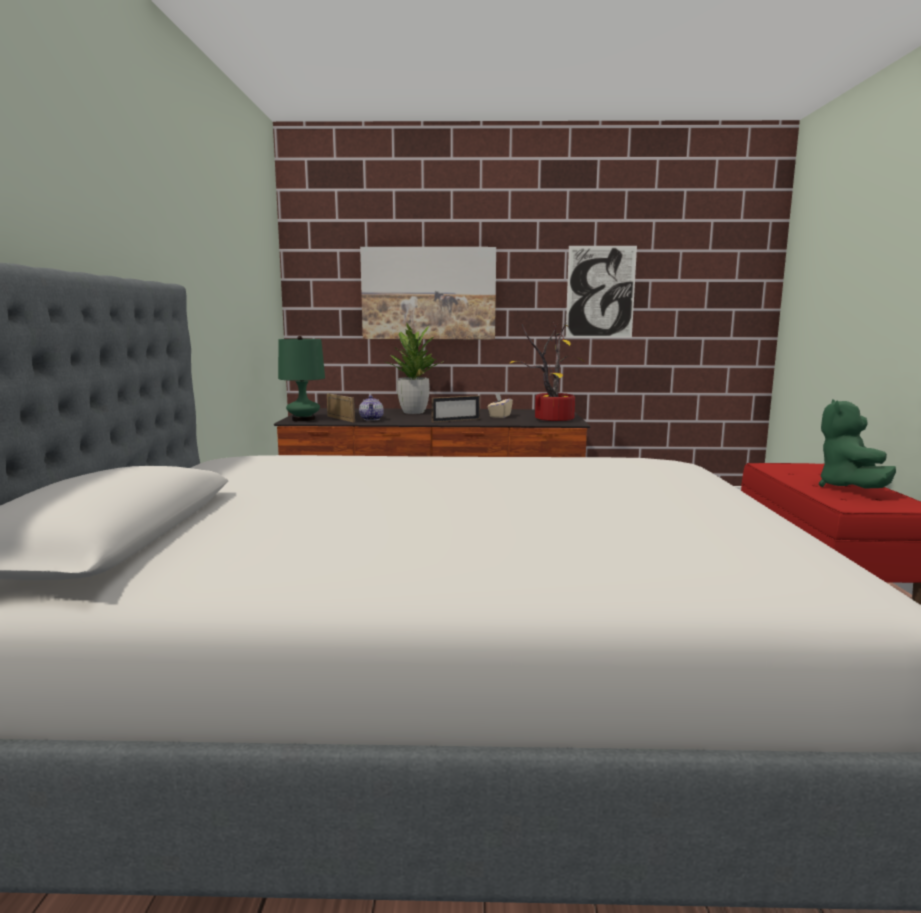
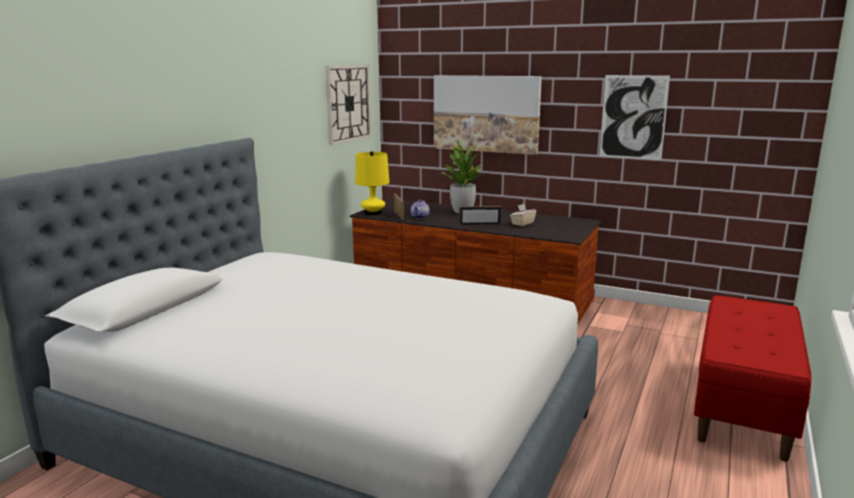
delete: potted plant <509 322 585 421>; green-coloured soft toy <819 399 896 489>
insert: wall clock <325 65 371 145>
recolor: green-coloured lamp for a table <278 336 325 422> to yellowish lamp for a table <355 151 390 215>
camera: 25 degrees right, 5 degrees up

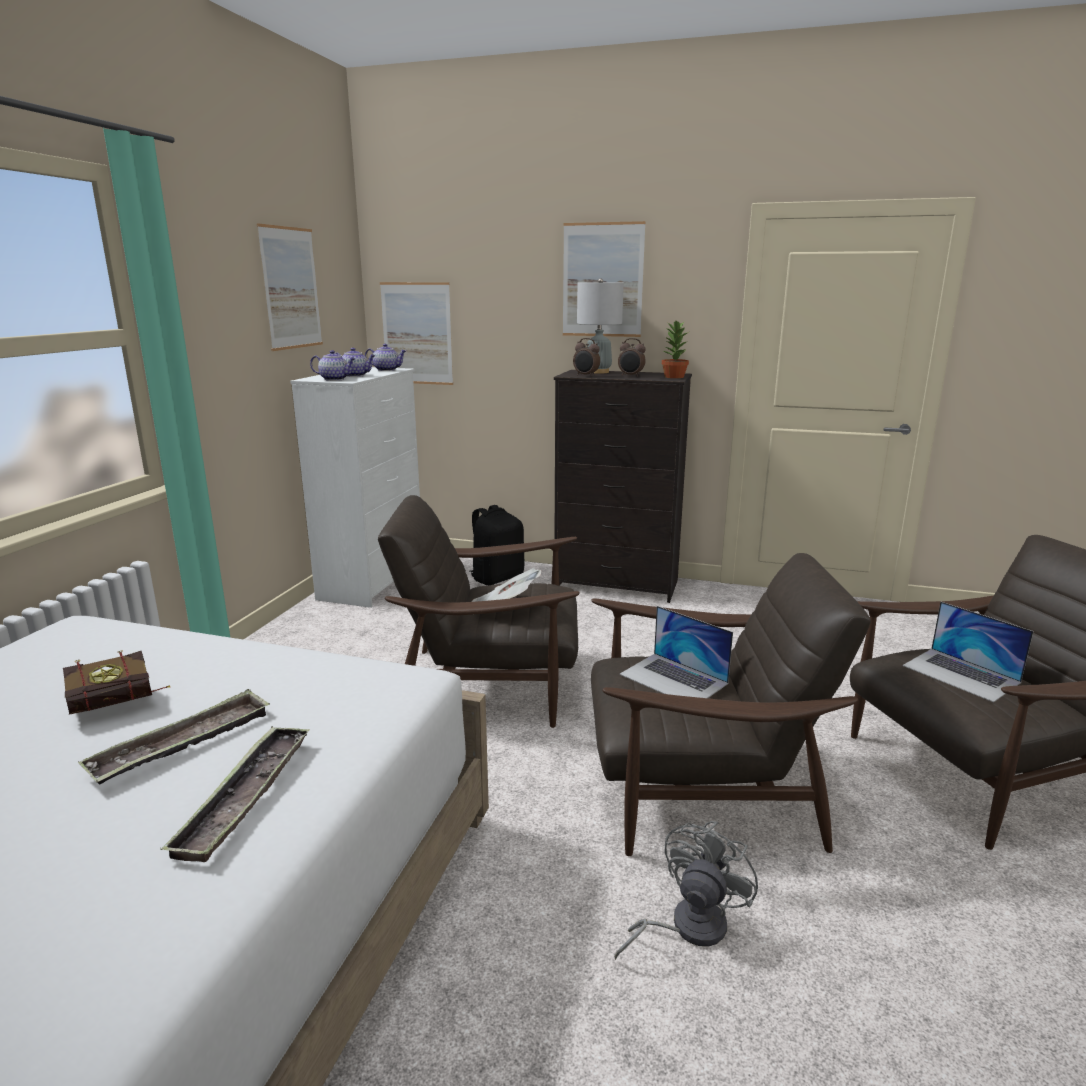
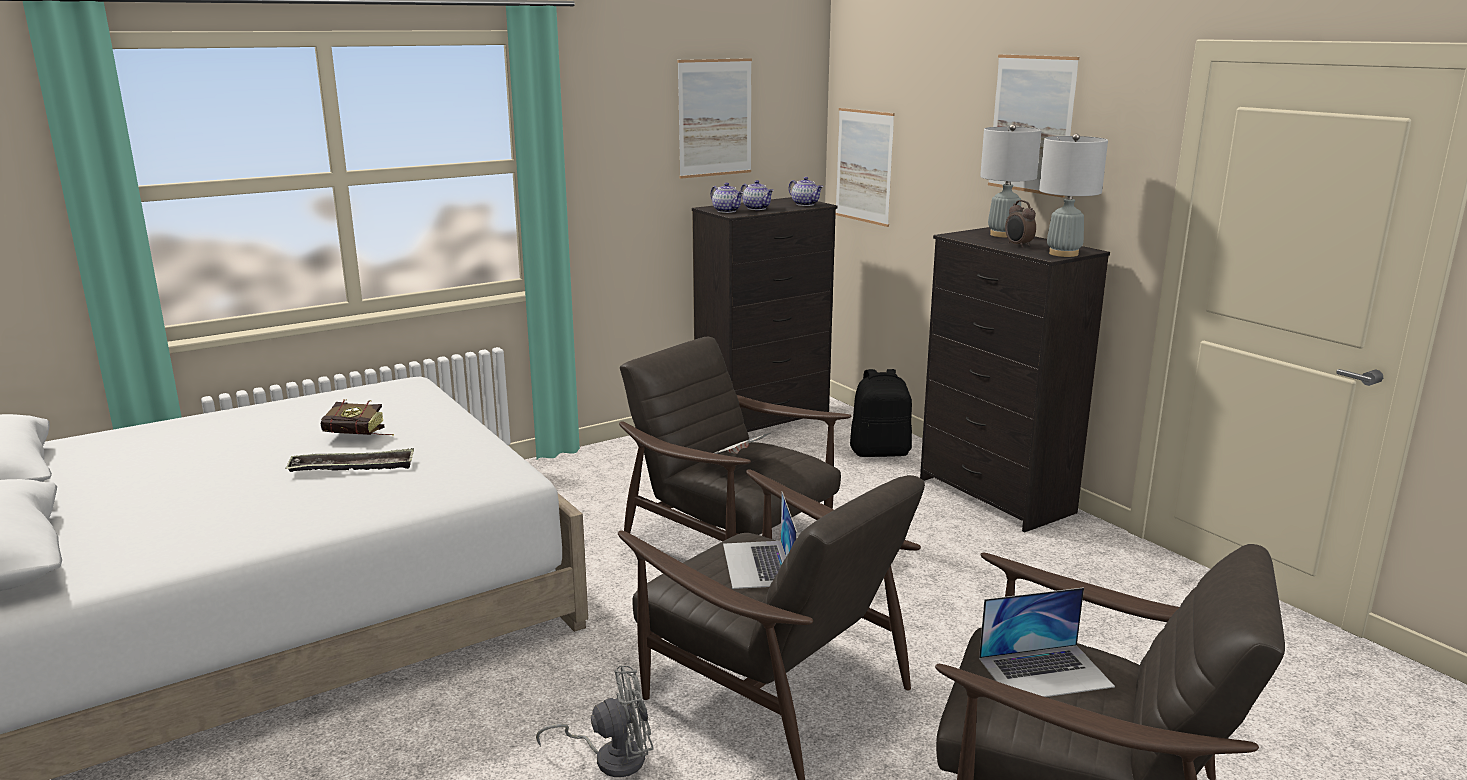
delete: carrying tray <161 726 310 862>; bedside clock <573 338 600 377>
replace: potted plant <662 321 689 378> to grey lamp for a table <1039 134 1108 257>
recolor: white-coloured drawer chest <290 367 420 608> to black-coloured drawer chest <692 197 838 432>
rotate: portable computer <903 602 1033 702> = <979 587 1115 697> 105 degrees counterclockwise
camera: 40 degrees right, 0 degrees up

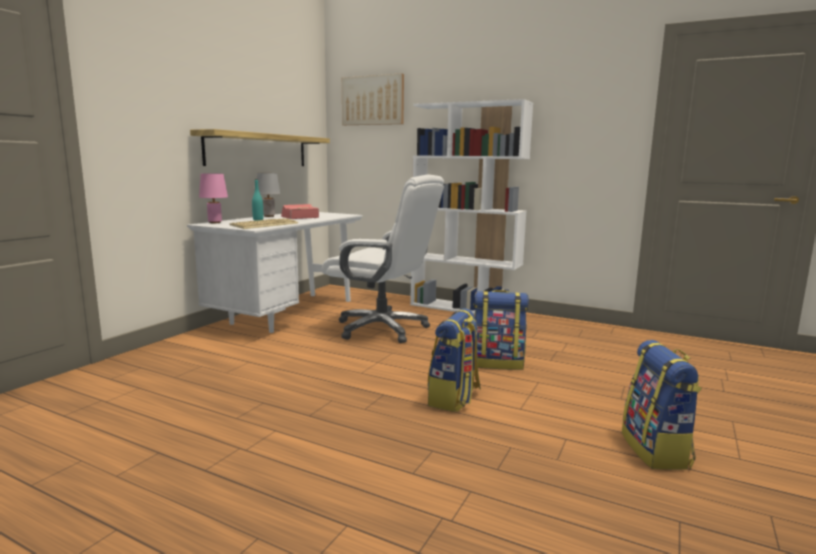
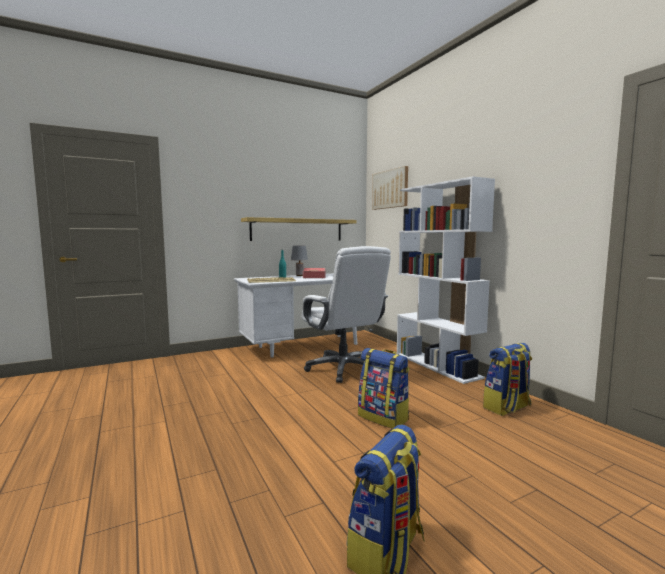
delete: pink-coloured lamp for a table <199 174 228 223>
move: knapsack <428 308 481 412> to <483 343 532 416>
camera: 35 degrees right, 5 degrees down

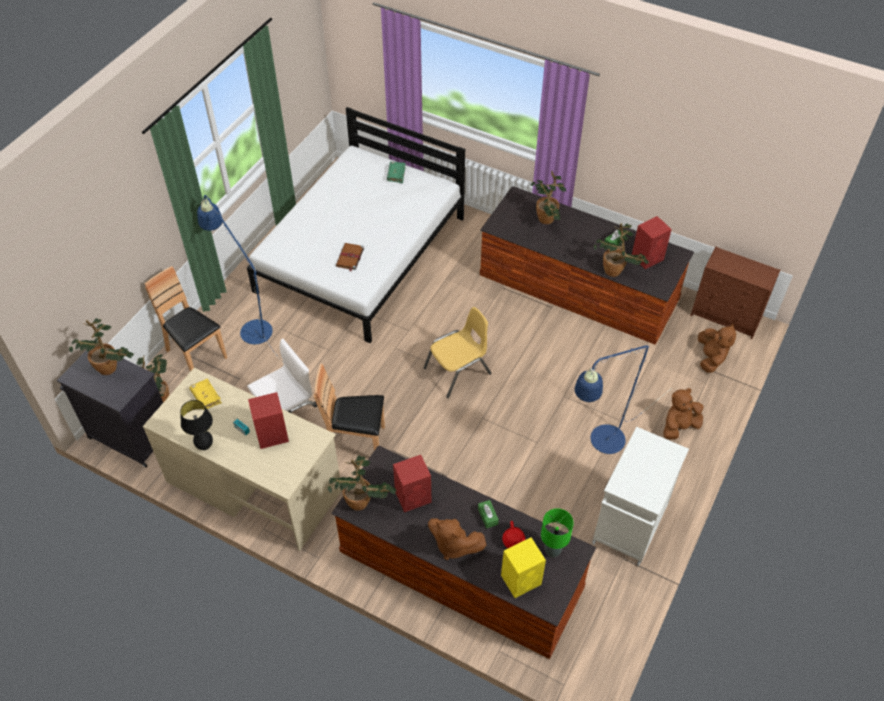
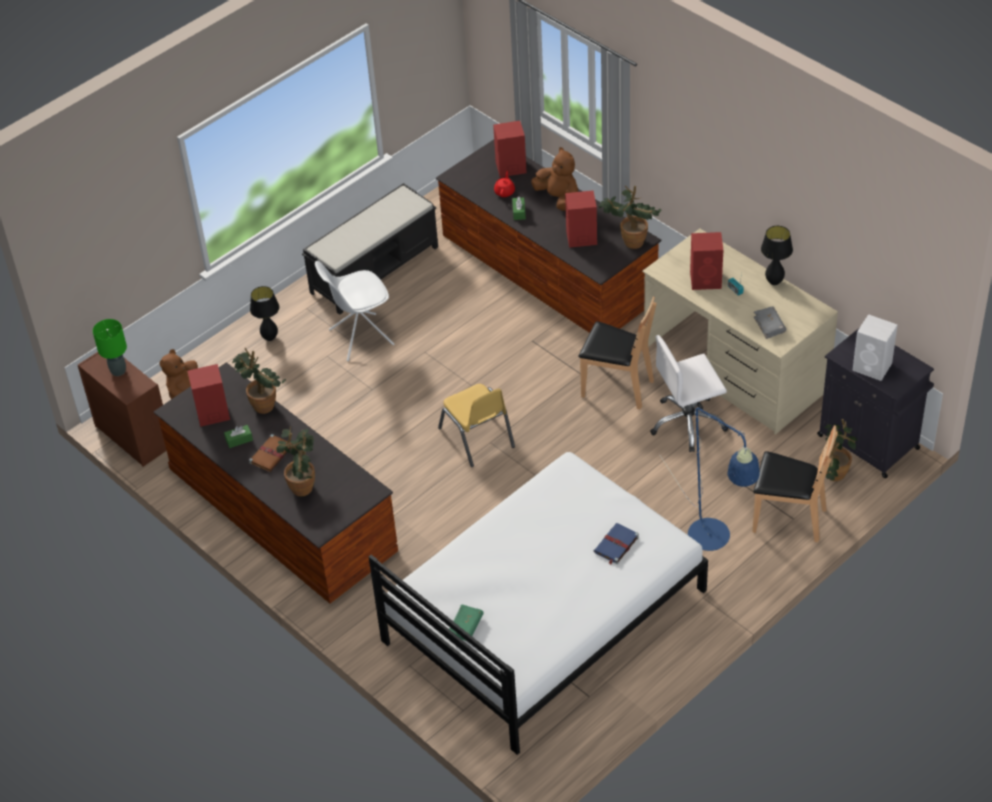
insert: blue volume <594 523 639 565>
move: brownish volume <336 243 364 271> to <249 434 293 472>; green-coloured lamp for a table <541 508 574 558> to <93 319 127 376>
replace: potted plant <69 318 134 375> to white-coloured speaker <852 314 898 381>; blue floor lamp <575 345 672 454> to white-coloured plain chair <315 261 394 361>; white-coloured storage cabinet <592 427 689 566> to black-coloured indoor bench <302 183 438 315>; brownish soft toy <663 388 704 440> to black-coloured lamp for a table <250 286 279 341>
recolor: yellowish volume <190 379 222 409> to grey volume <754 306 786 339>; yellowish speaker <501 538 546 598> to red speaker <493 121 527 177>
rotate: brownish plain chair <144 266 227 372> = <752 425 838 542> 45 degrees counterclockwise; yellowish plain chair <424 307 492 398> = <438 384 515 467> 105 degrees counterclockwise
camera: 160 degrees left, 5 degrees down

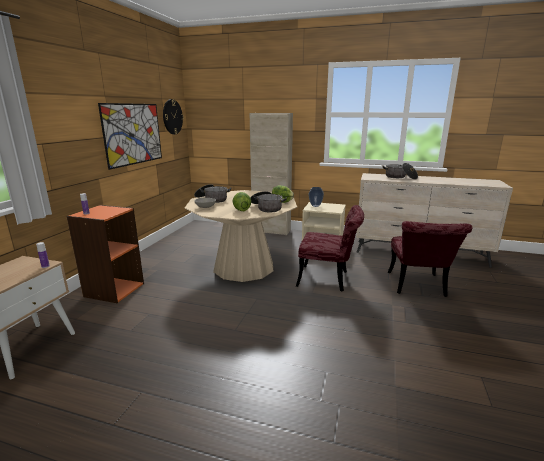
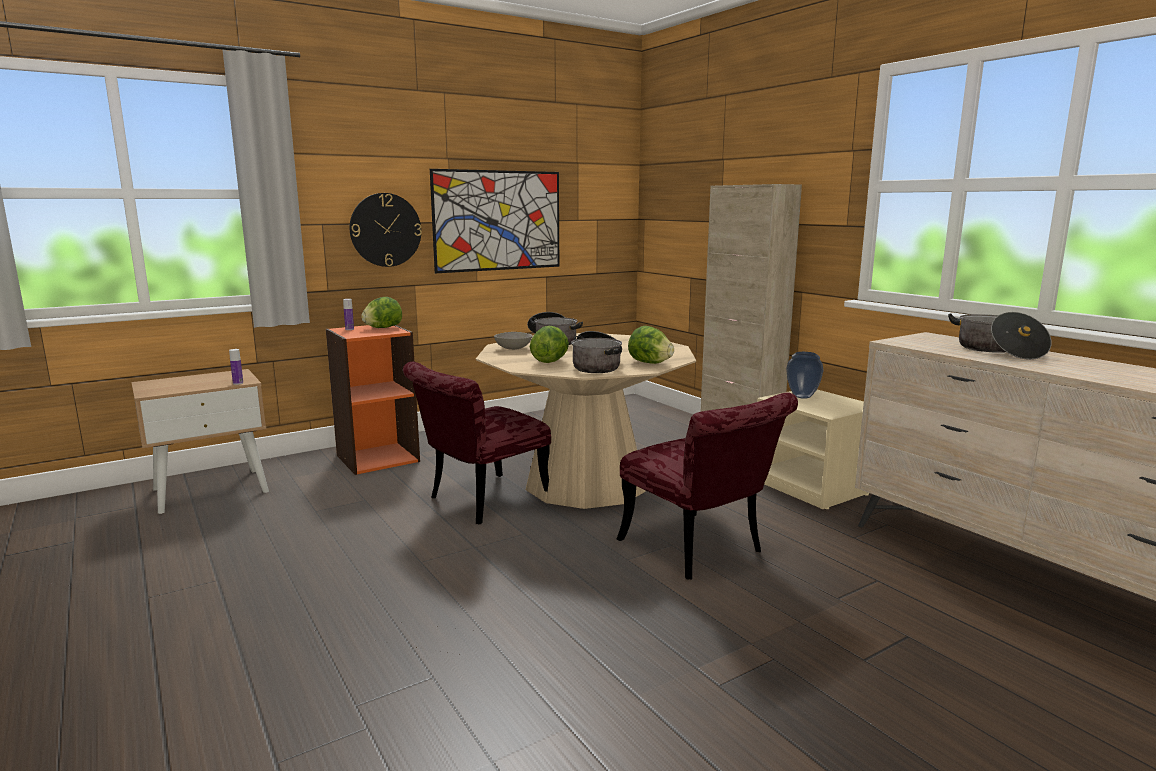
insert: lettuce <361 297 402 328>
move: wall clock <163 99 184 134> to <350 193 422 267>; red plain chair <388 221 473 297> to <403 362 551 524>
camera: 40 degrees right, 5 degrees down

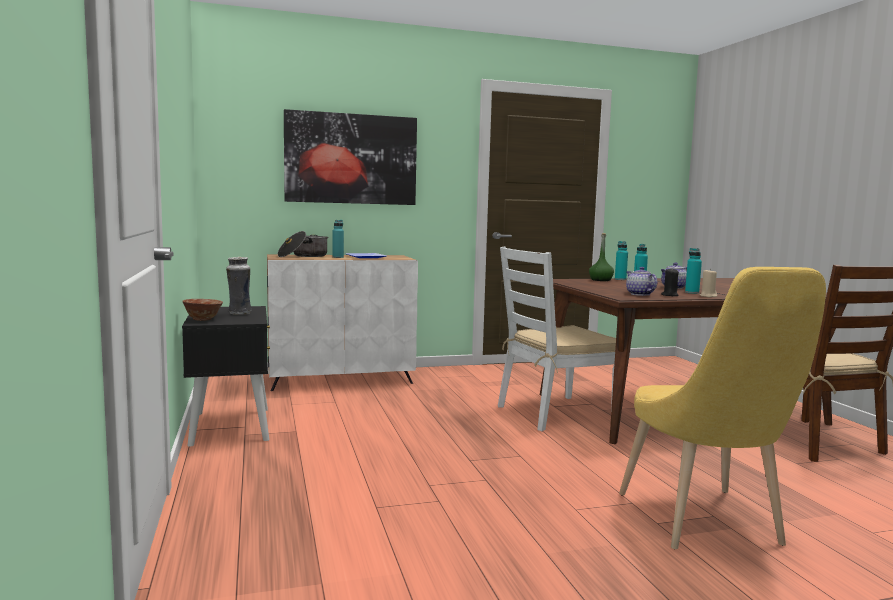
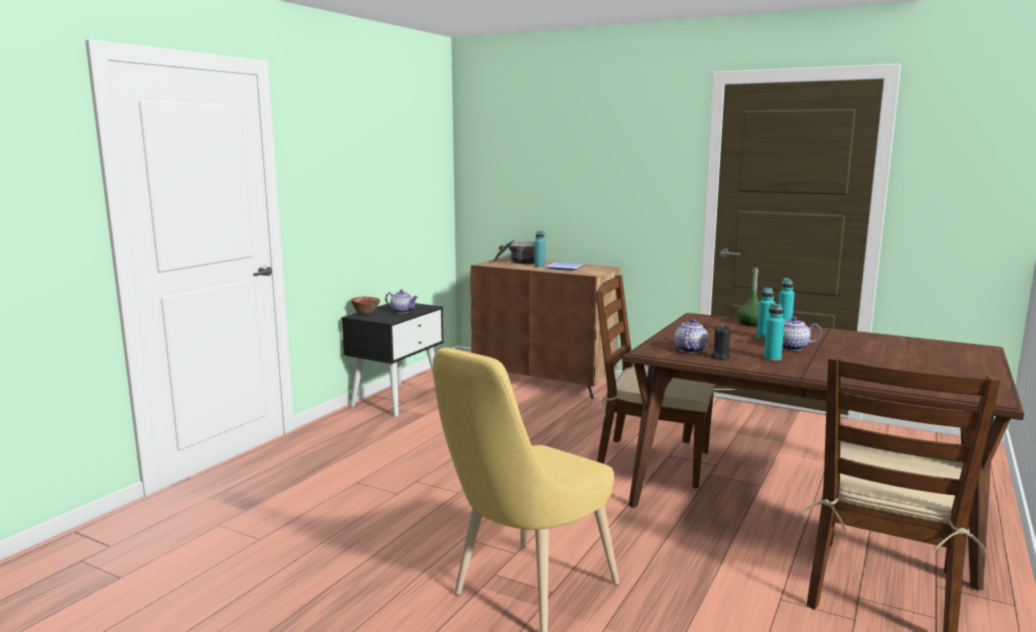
delete: wall art <284 109 417 205>; beige-coloured wax candle <700 269 717 298>
replace: decorative vase <226 257 251 315> to pot for tea <385 289 418 313>
recolor: white-coloured storage cabinet <267 255 418 391> to brownish storage cabinet <470 257 620 399>; white-coloured plain chair <498 247 616 431> to brownish plain chair <595 275 715 488>
camera: 45 degrees right, 5 degrees up

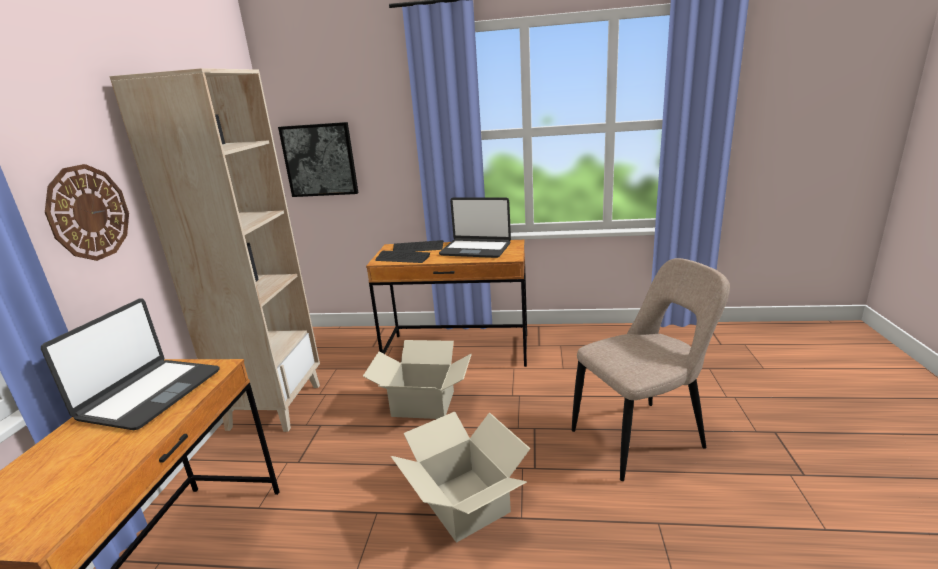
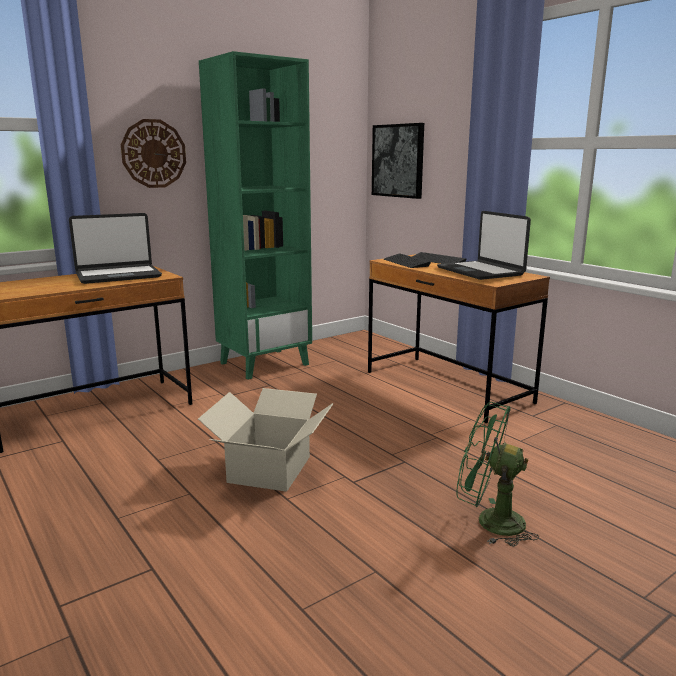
delete: carton <363 340 472 419>
replace: beige-coloured plain chair <572 258 730 481> to green-coloured electric fan <456 402 539 547>
recolor: beige-coloured bookcase <109 68 320 432> to green-coloured bookcase <199 51 312 380>
camera: 45 degrees right, 5 degrees down

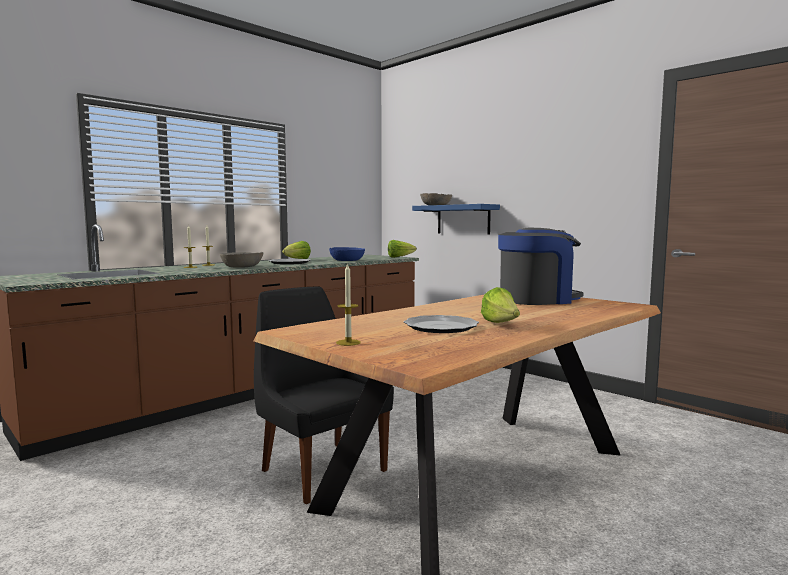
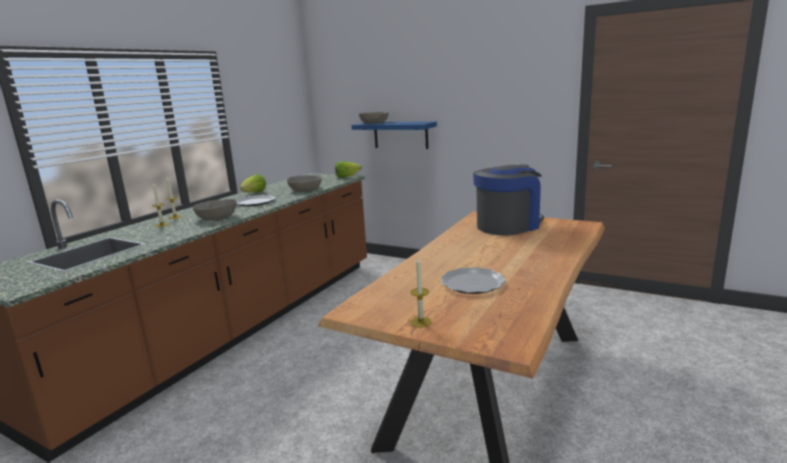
delete: black-coloured plain chair <254 286 394 504>; lettuce <481 287 520 323>
recolor: blue serving bowl <329 247 365 261> to grey serving bowl <287 175 322 192>
camera: 15 degrees left, 10 degrees up

